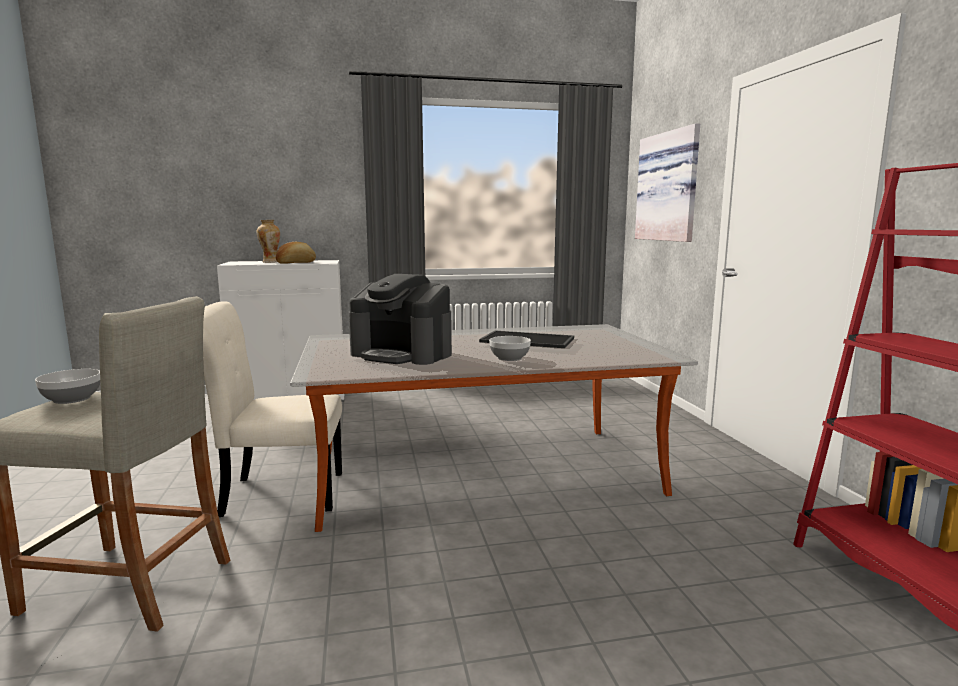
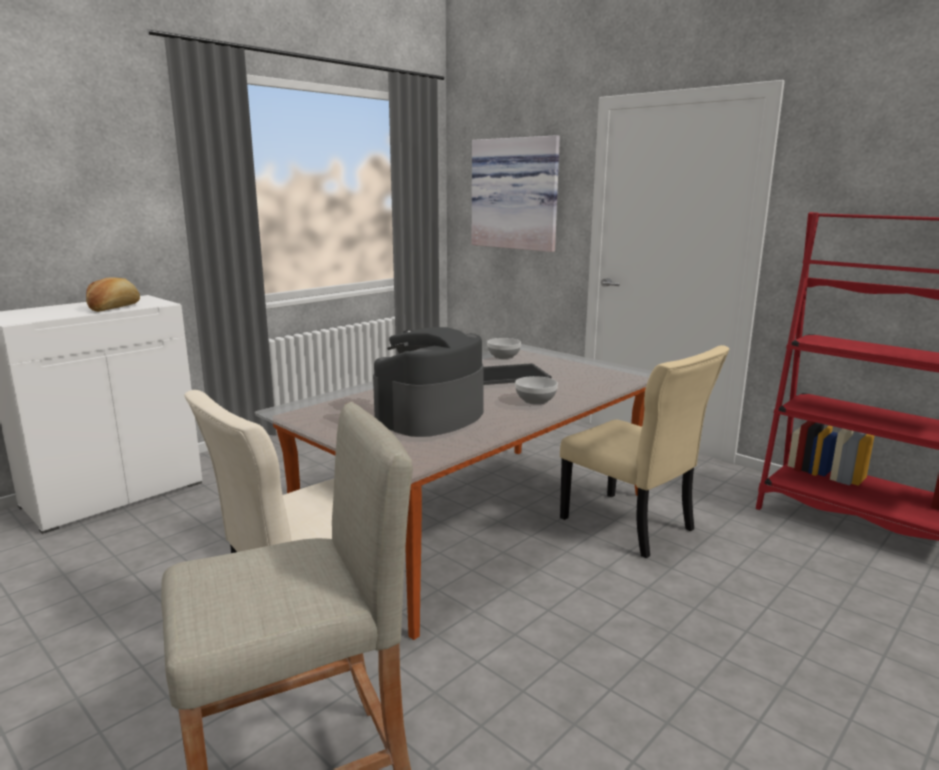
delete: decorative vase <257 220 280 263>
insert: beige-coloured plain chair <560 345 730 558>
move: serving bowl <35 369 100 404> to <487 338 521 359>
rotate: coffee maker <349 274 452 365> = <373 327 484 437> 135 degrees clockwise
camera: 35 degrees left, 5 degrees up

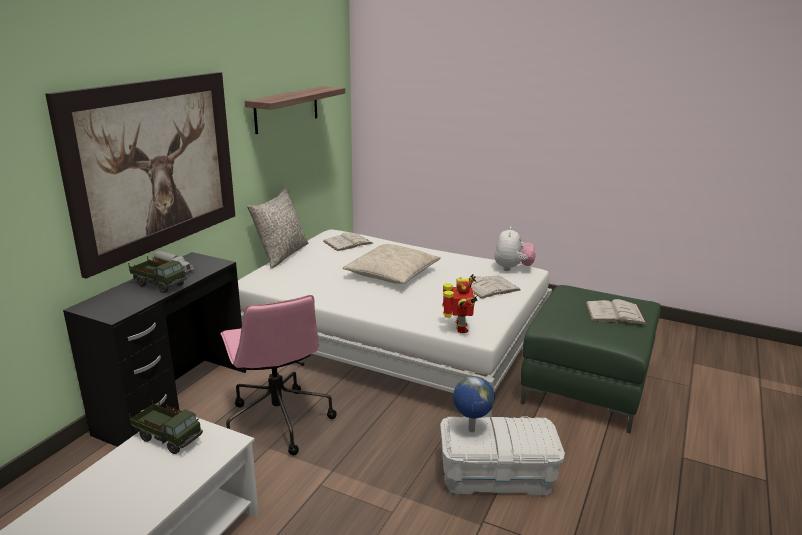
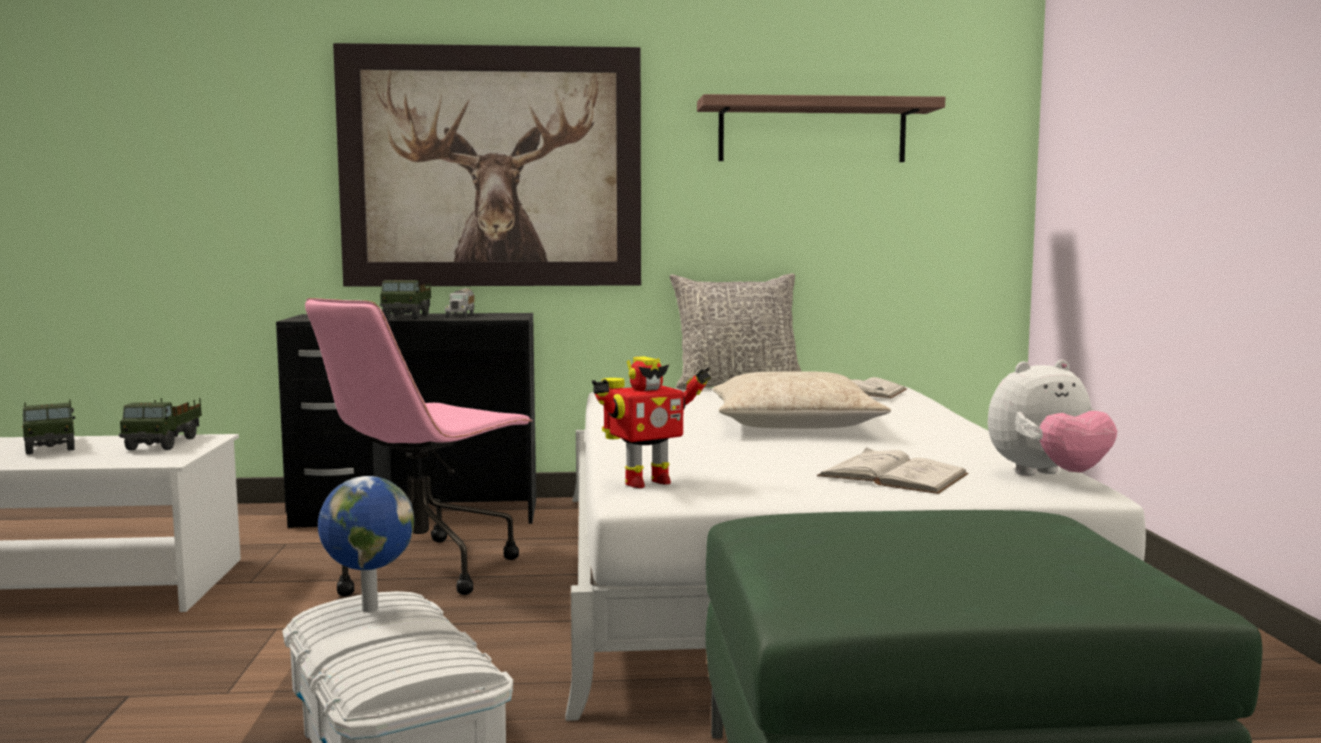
delete: white-coloured volume <585 299 647 324>
insert: toy truck <22 399 75 454>
camera: 60 degrees right, 15 degrees down

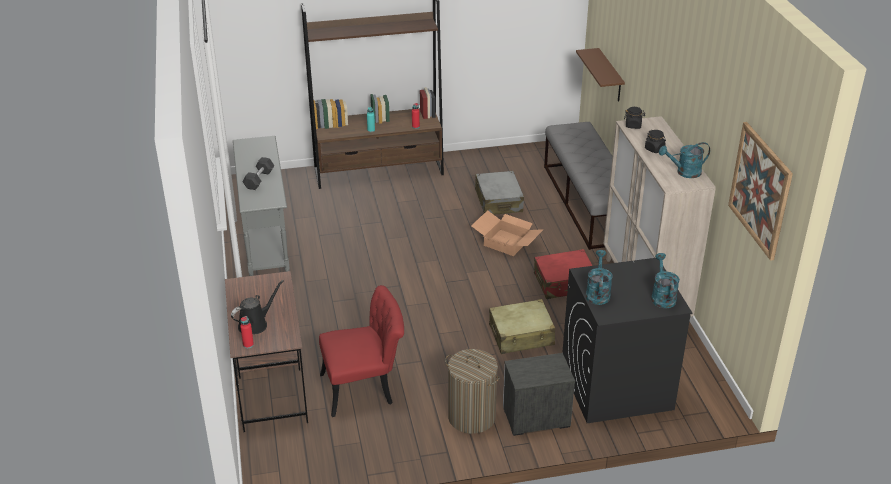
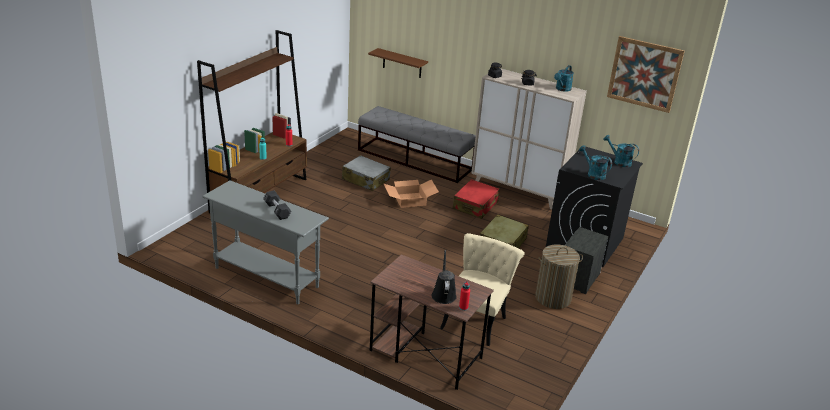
recolor: red plain chair <319 285 404 417> to beige-coloured plain chair <440 233 525 346>
camera: 50 degrees left, 5 degrees down

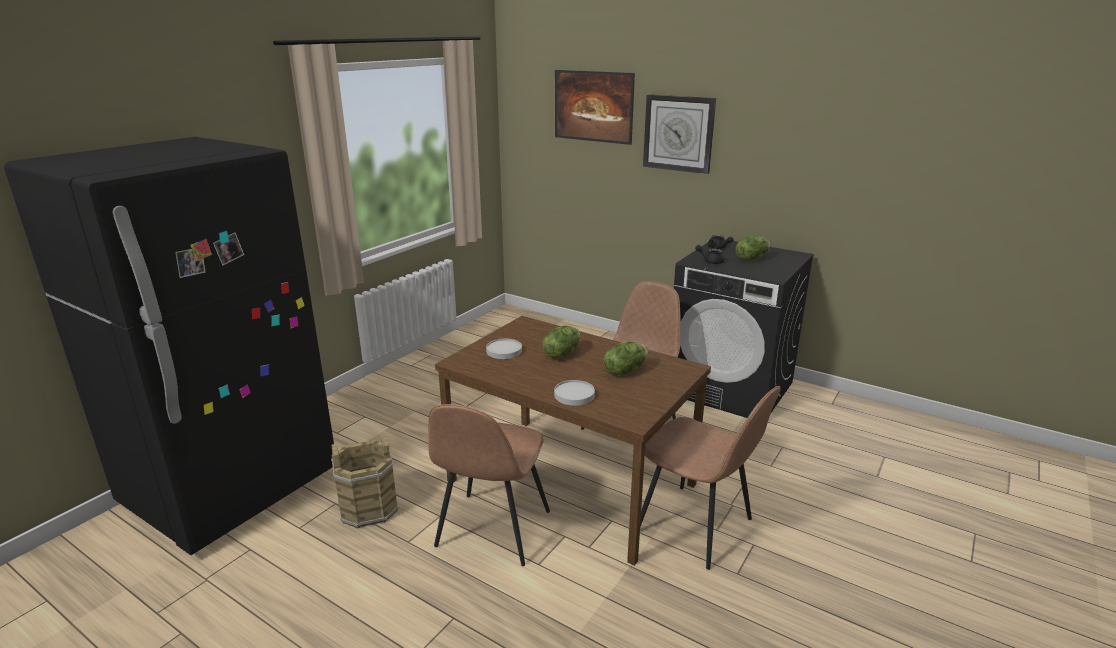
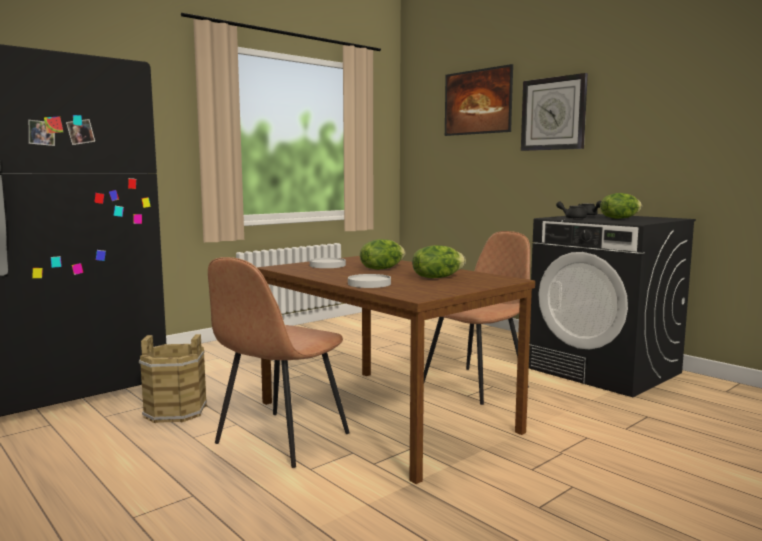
delete: brownish plain chair <640 386 780 570>
camera: 15 degrees right, 15 degrees down

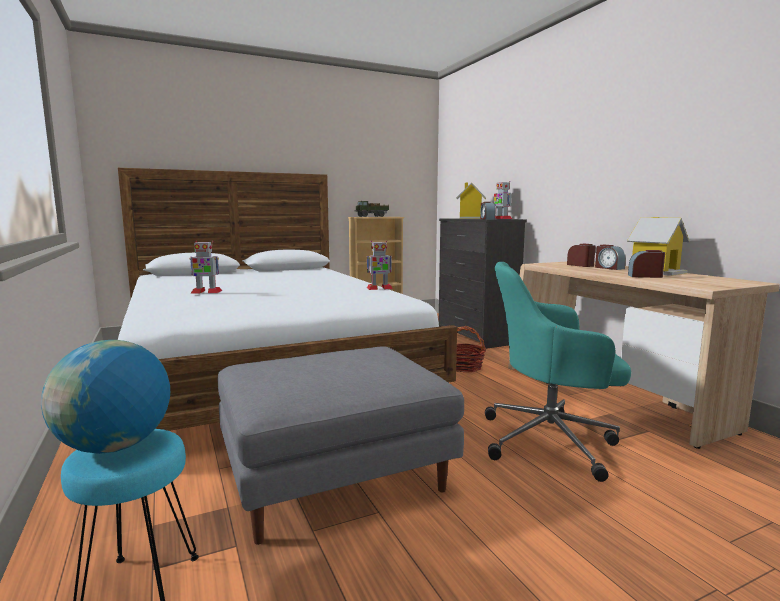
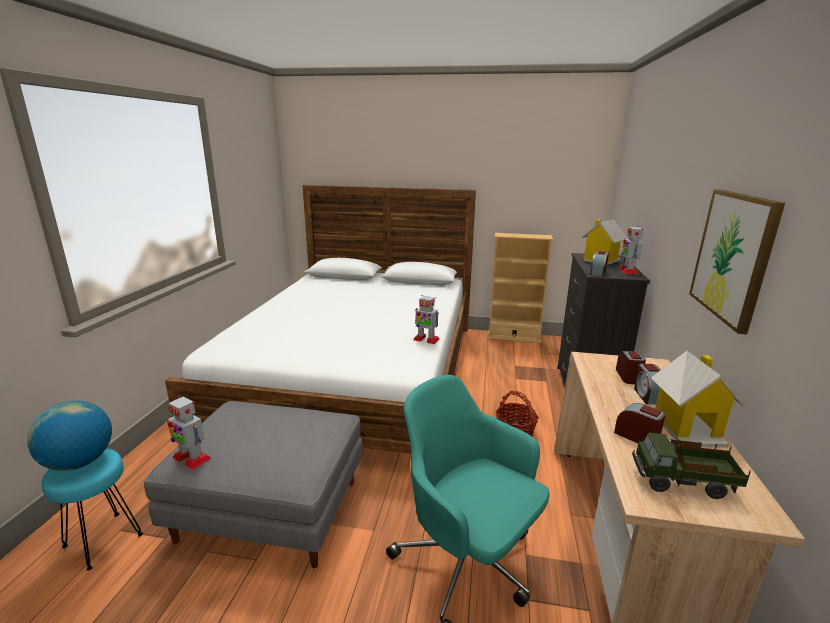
insert: wall art <689 189 785 335>
move: robot figure <189 241 222 293> to <167 395 212 470>; toy truck <355 201 389 217> to <632 433 751 499>
camera: 35 degrees right, 10 degrees up

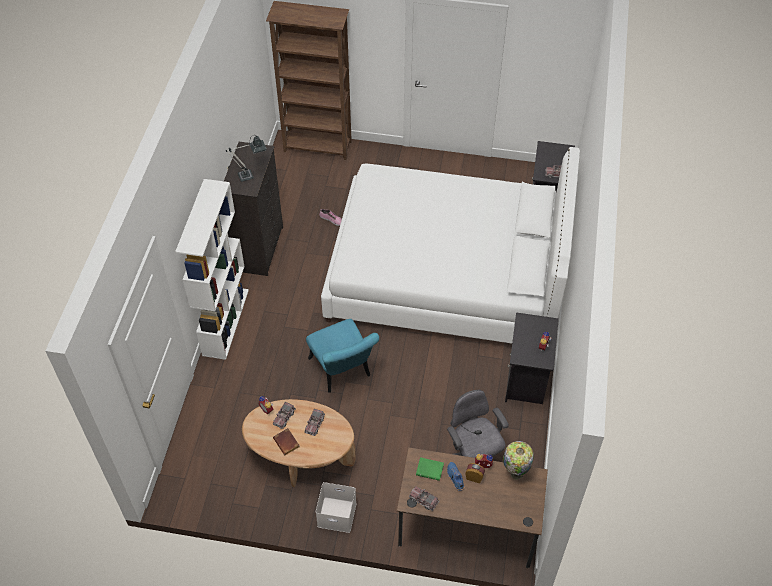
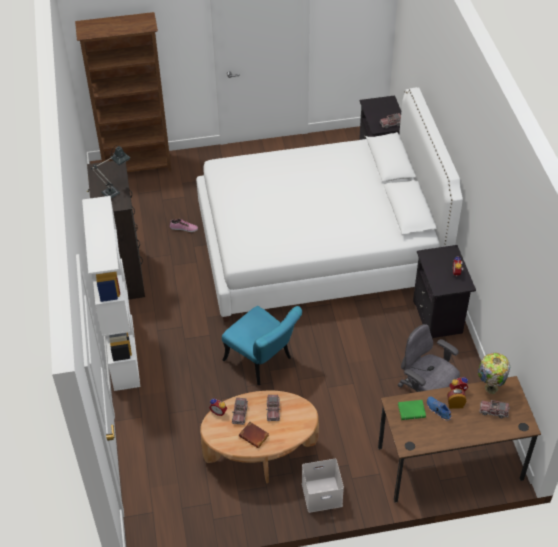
move: toy truck <409 487 439 511> to <479 400 510 418>
camera: 20 degrees left, 5 degrees down

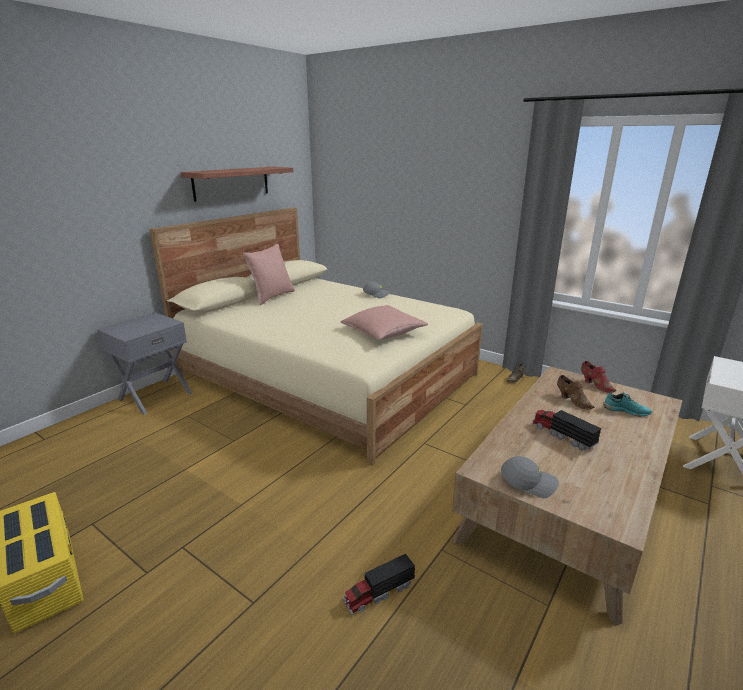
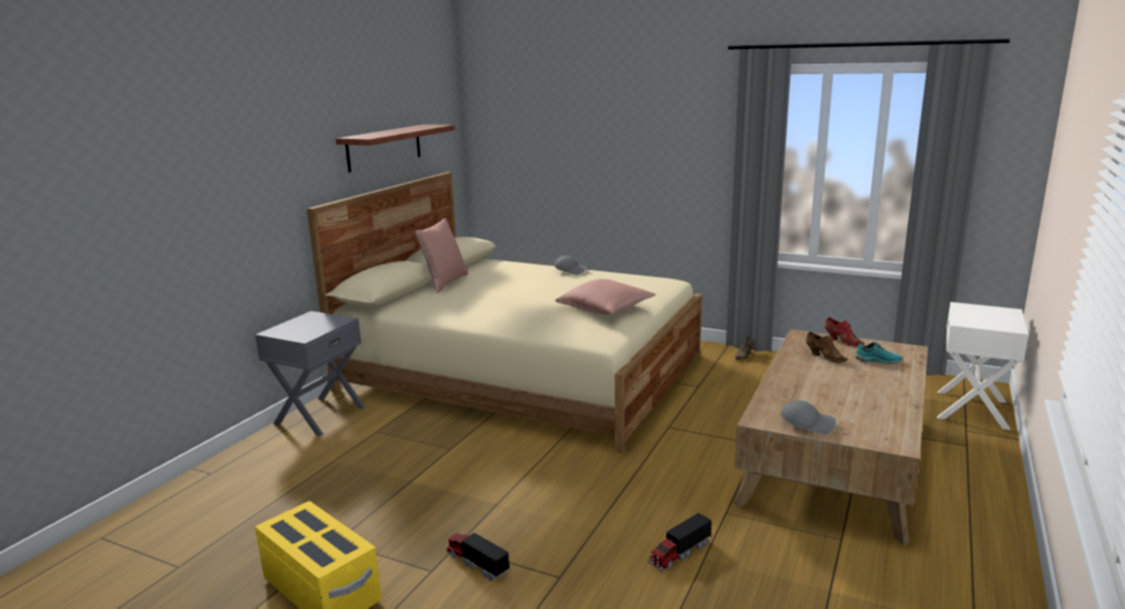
move: toy truck <532 409 601 451> to <446 533 511 581>
camera: 10 degrees left, 5 degrees down

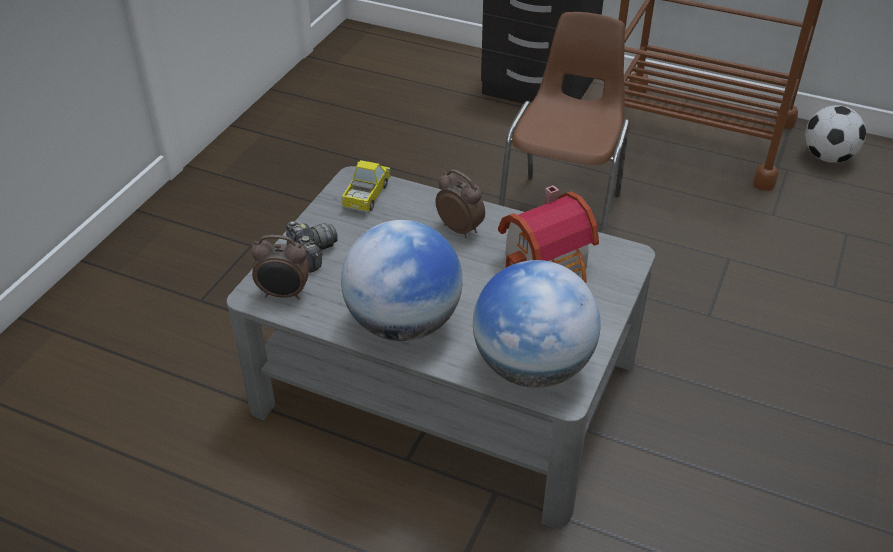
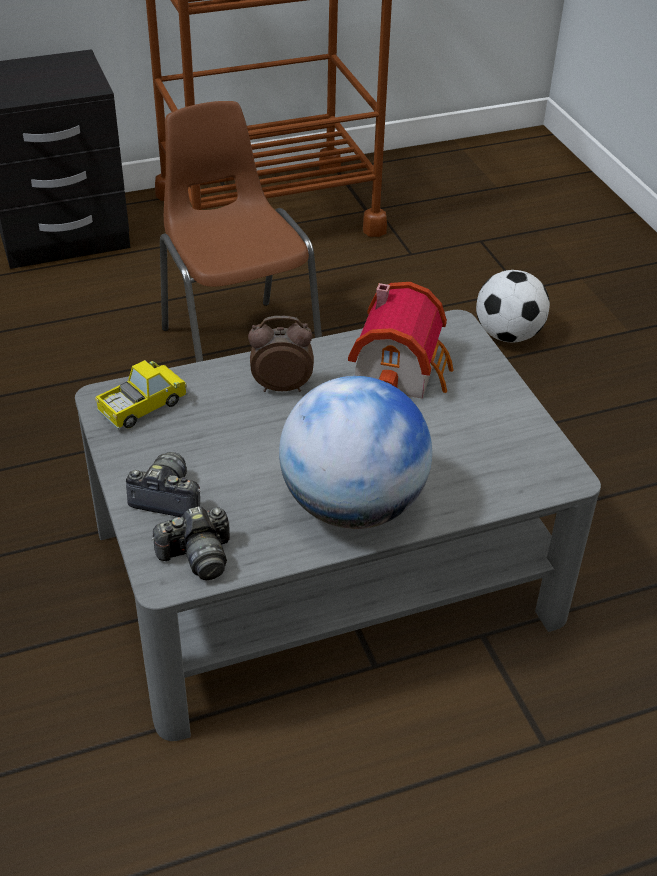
delete: world globe <473 260 601 388>
move: football ball <805 105 866 163> to <476 270 550 343>
replace: bedside clock <251 235 309 300> to still camera <151 506 230 580>
rotate: toy truck <341 160 391 213> = <95 360 187 430> 75 degrees clockwise
camera: 45 degrees left, 0 degrees up

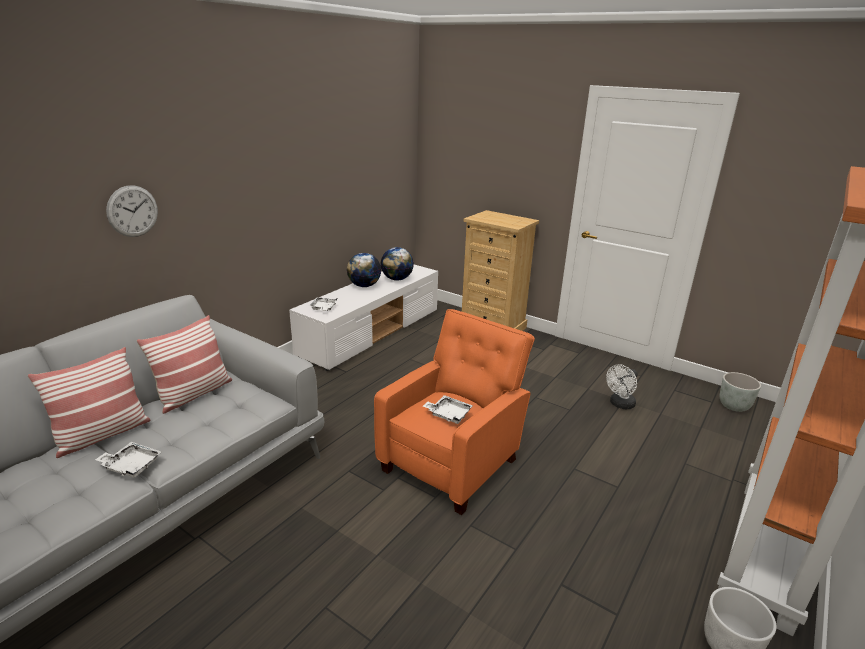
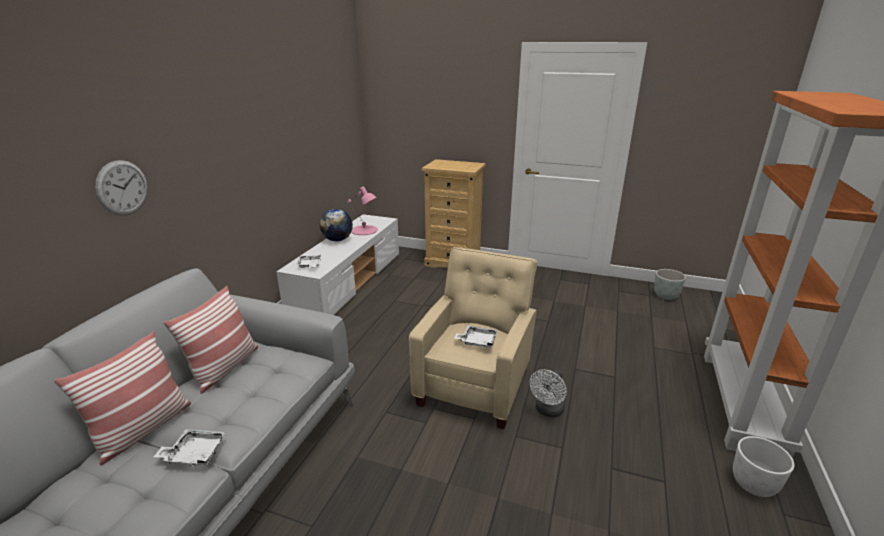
move: white-coloured electric fan <606 364 638 409> to <529 369 567 418>
replace: world globe <380 247 414 281> to pink-coloured lamp for a table <347 186 378 235>
recolor: orangey lounge chair <374 309 535 515> to beige-coloured lounge chair <409 247 538 429>
camera: 15 degrees left, 0 degrees up

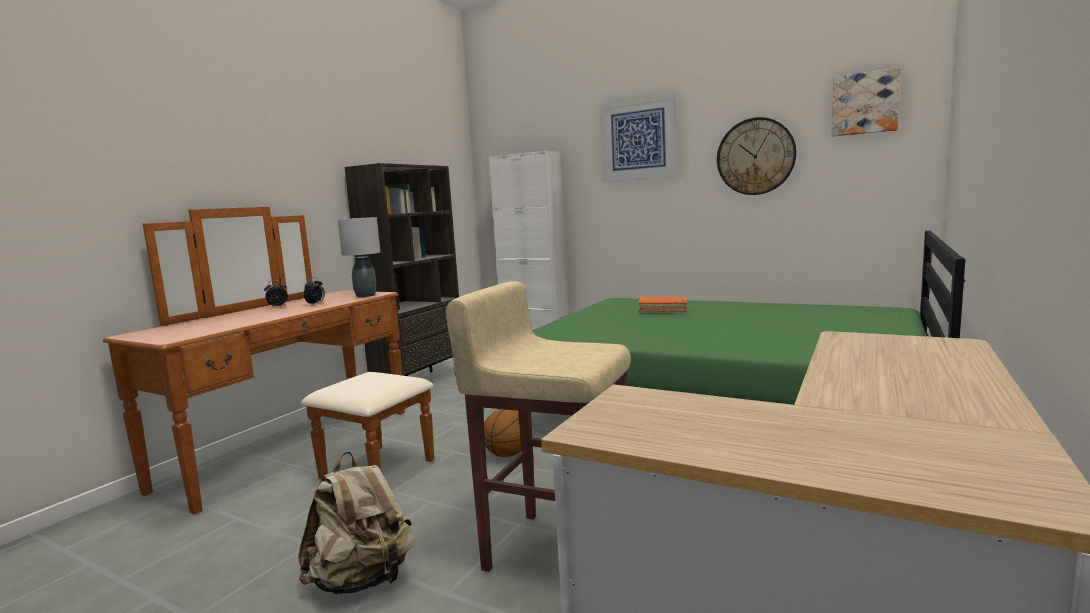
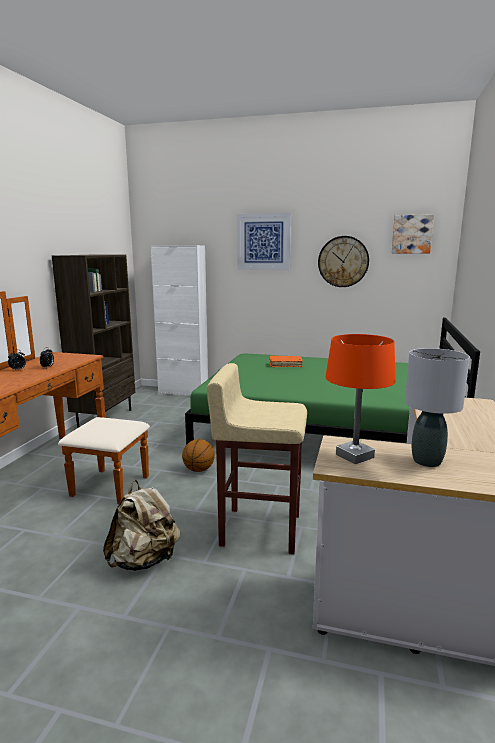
insert: orangey lamp for a table <325 334 396 464>
move: grey lamp for a table <337 217 380 297> to <405 348 470 467>
camera: 15 degrees left, 5 degrees up

